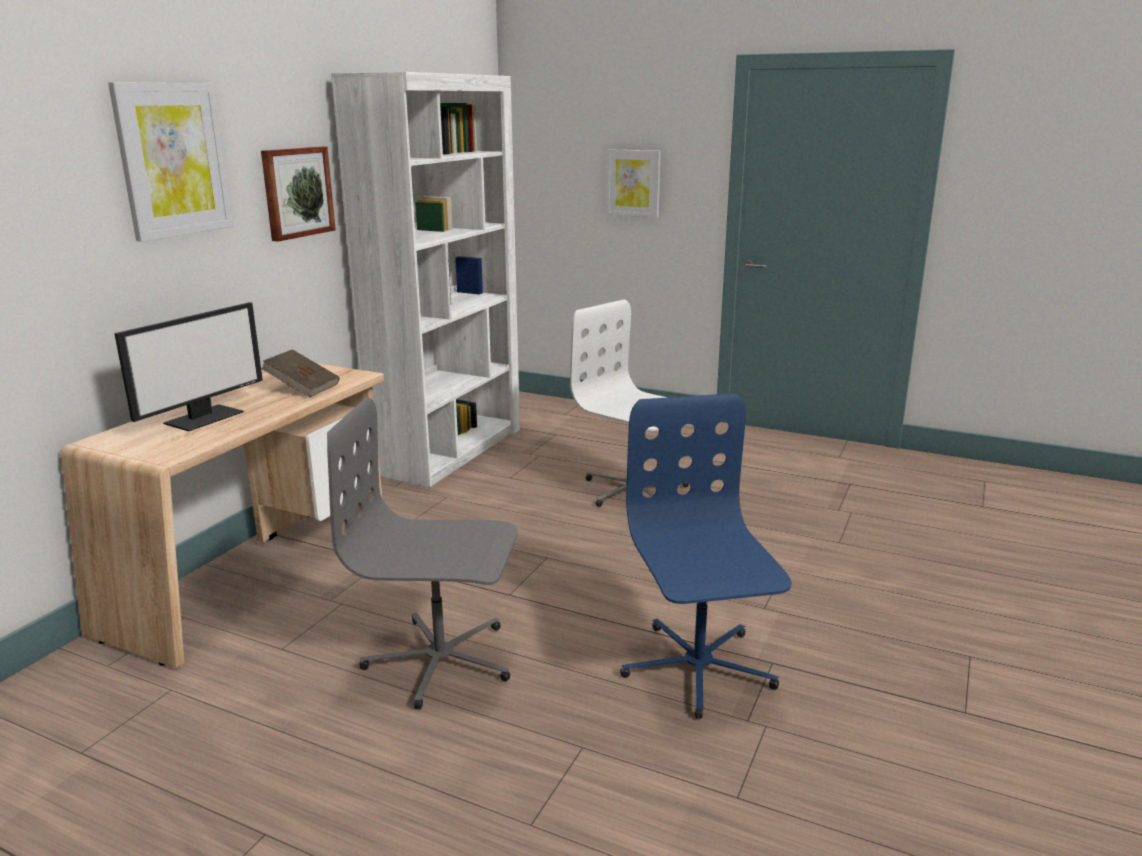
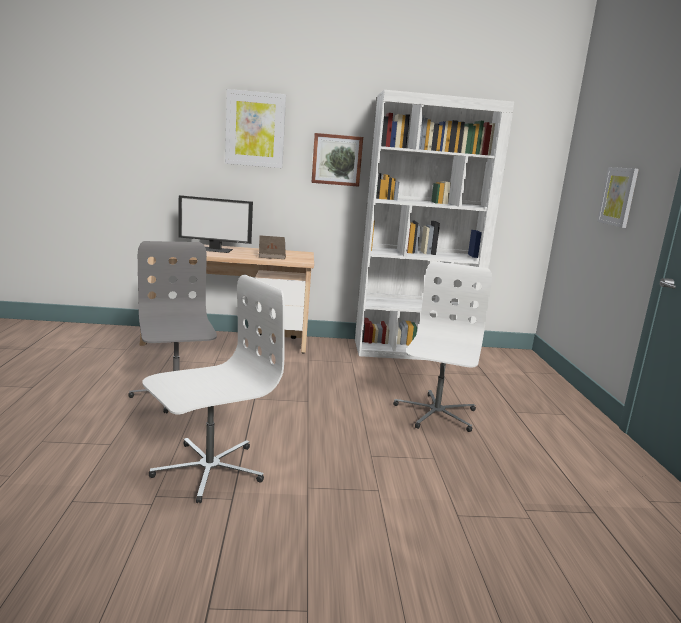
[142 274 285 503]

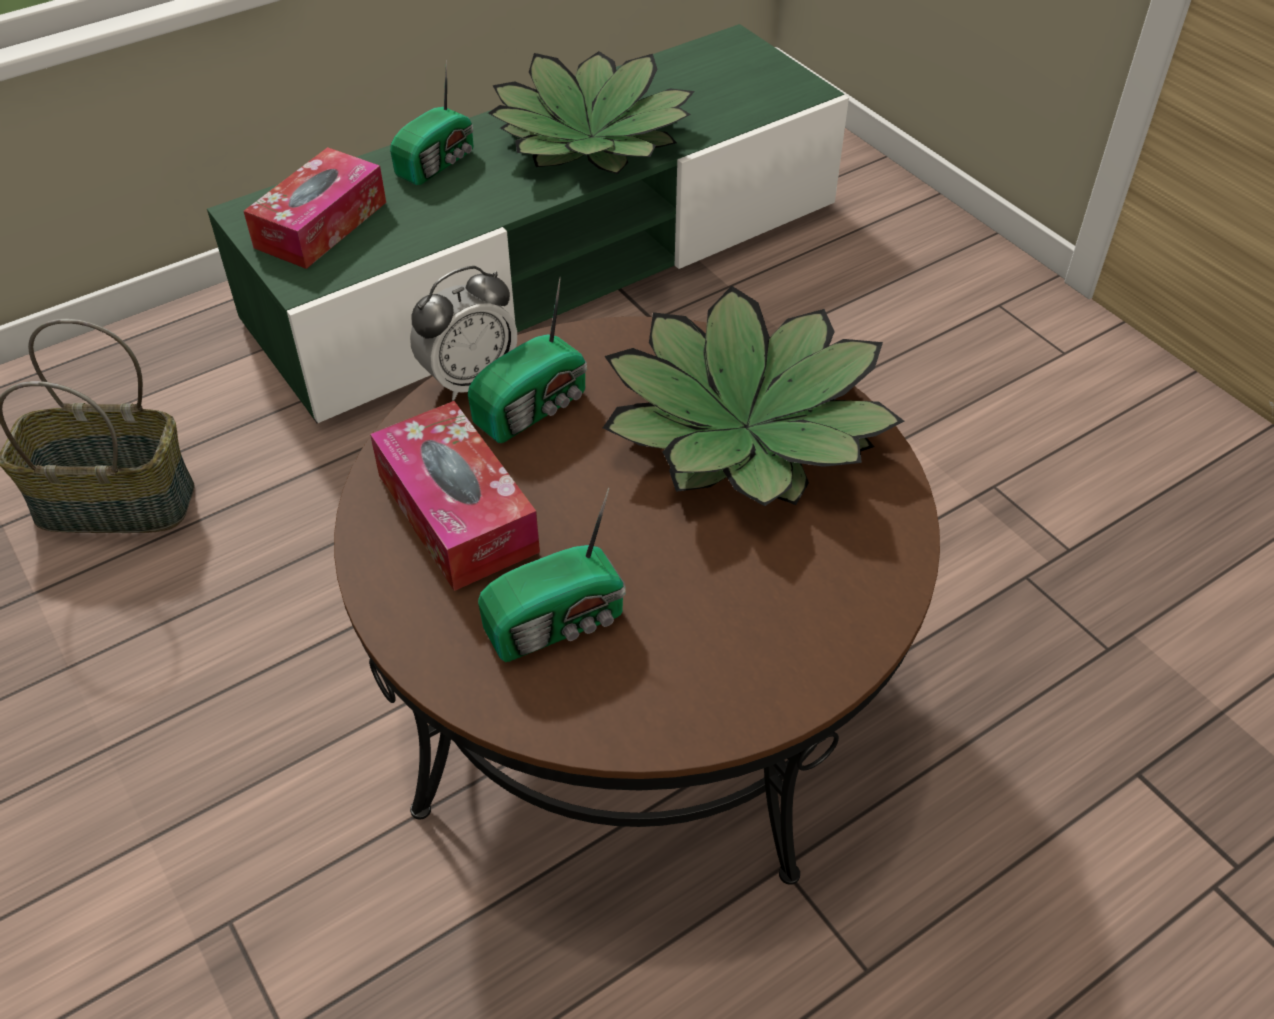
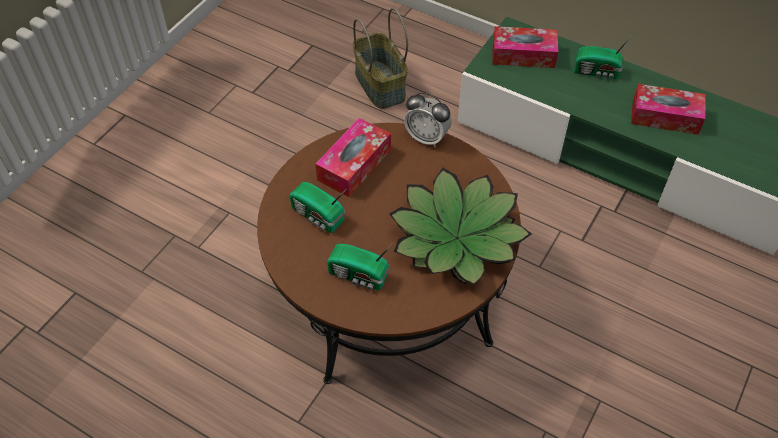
[327 243 393 290]
[631 84 706 135]

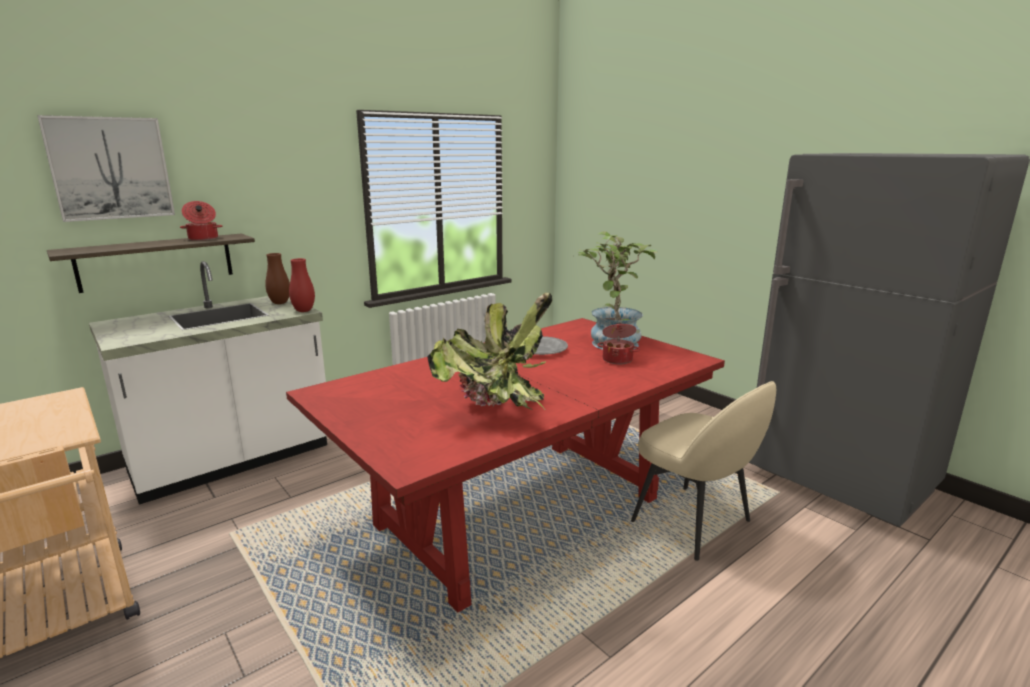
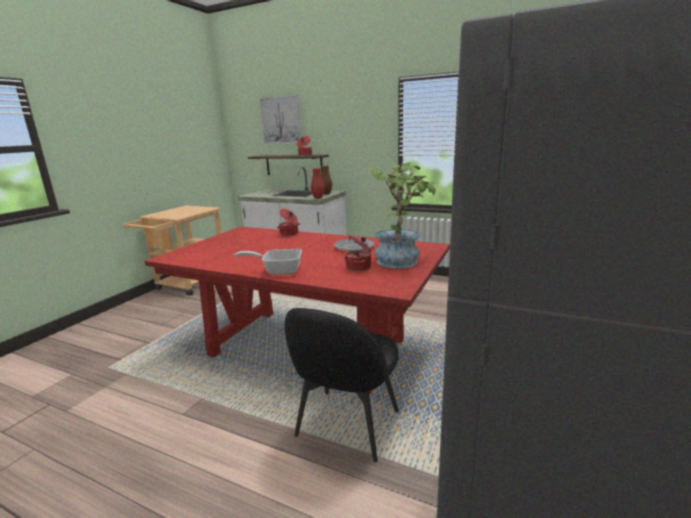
[234 249 302 275]
[277 209 300 236]
[284 308 399 462]
[427 293 552 410] (first image)

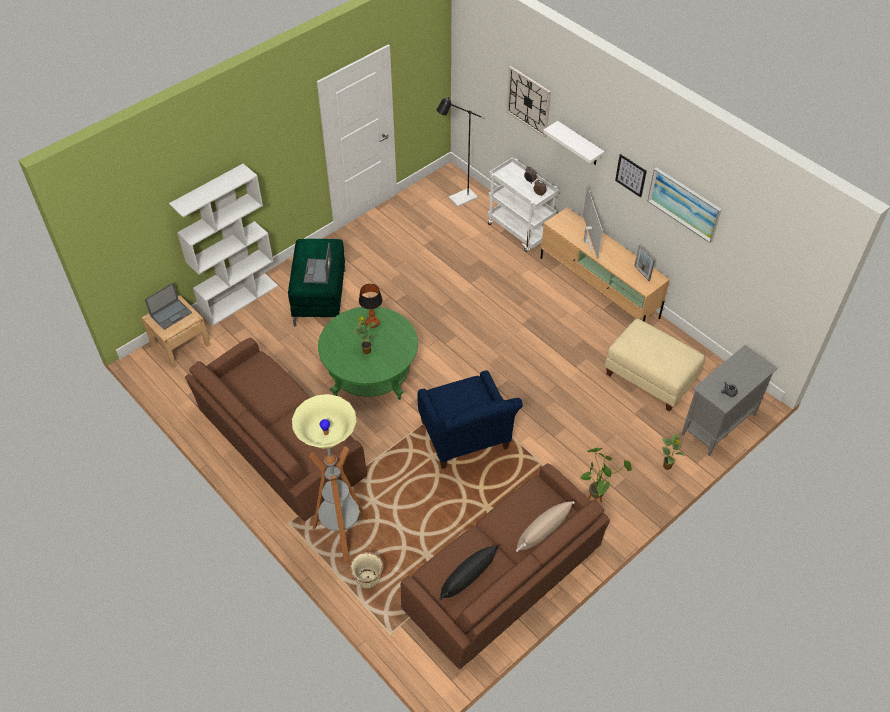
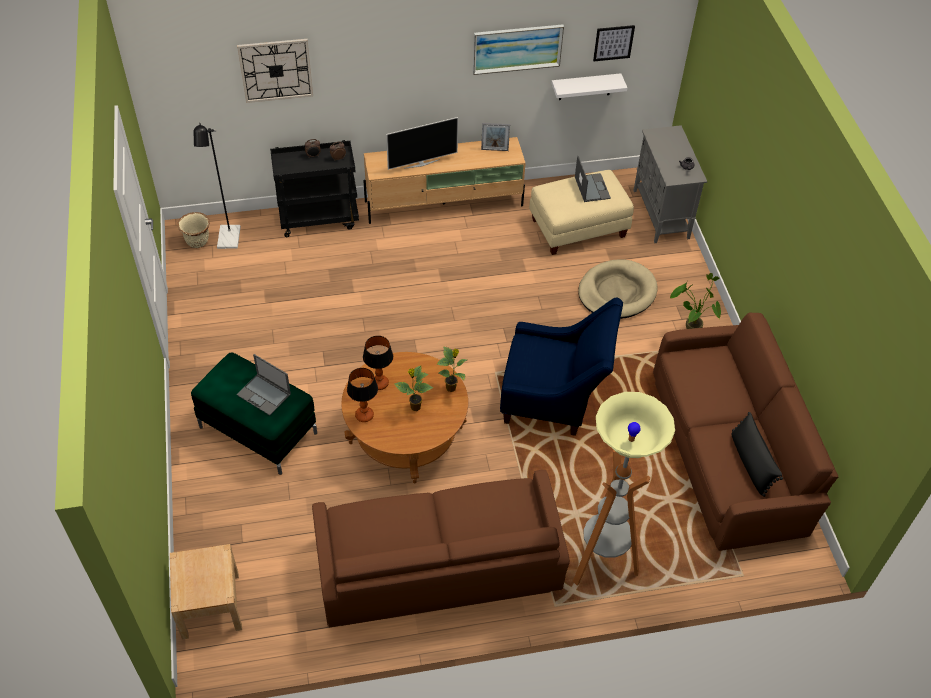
[177 212 210 248]
[270 140 359 237]
[341 352 468 484]
[347 368 378 422]
[386 117 458 170]
[437 346 467 392]
[551 73 627 100]
[575 156 611 202]
[578 259 658 319]
[593 25 635 61]
[169 164 278 326] (first image)
[516 501 575 552] (first image)

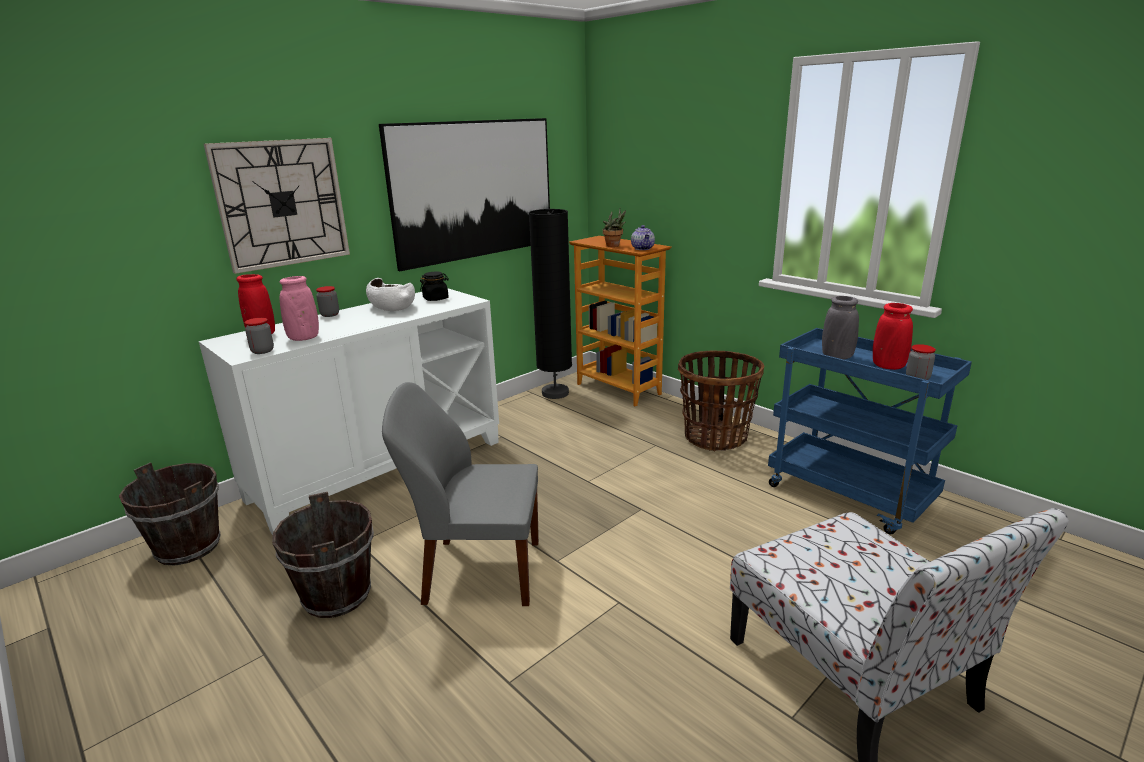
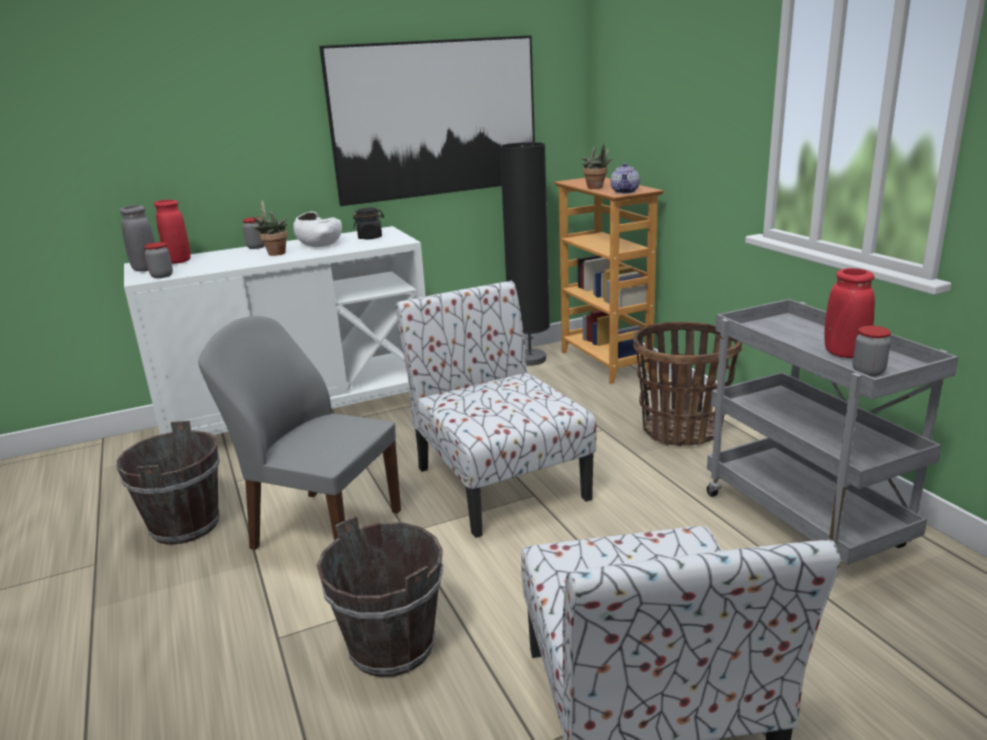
[119 205 155 271]
[252 200 288 256]
[317 516 444 677]
[395 281 597 538]
[707 299 958 565]
[204 138 350 274] (first image)
[280 276 319 341] (first image)

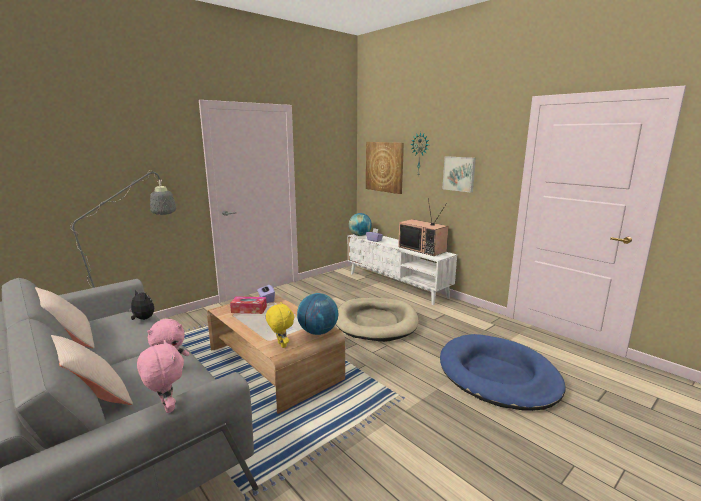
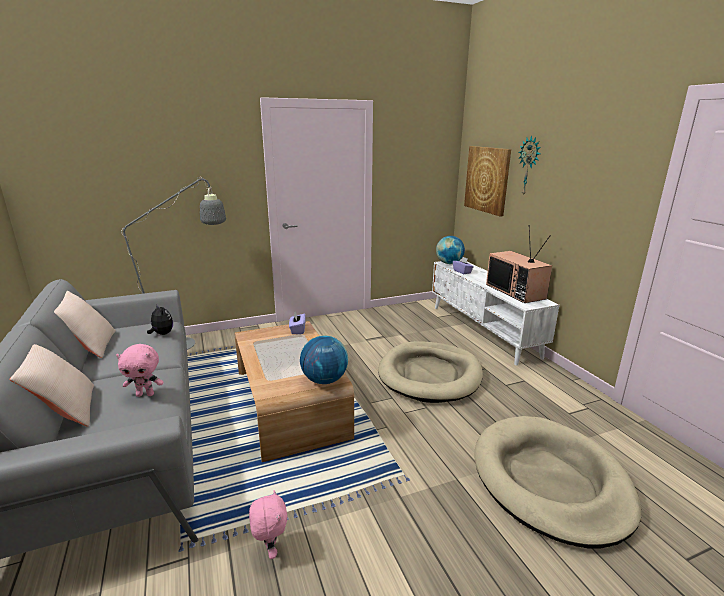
[249 490 288 559]
[474 416 641 548]
[230 296 267 314] (first image)
[266 303 294 348] (first image)
[442 156 476 193] (first image)

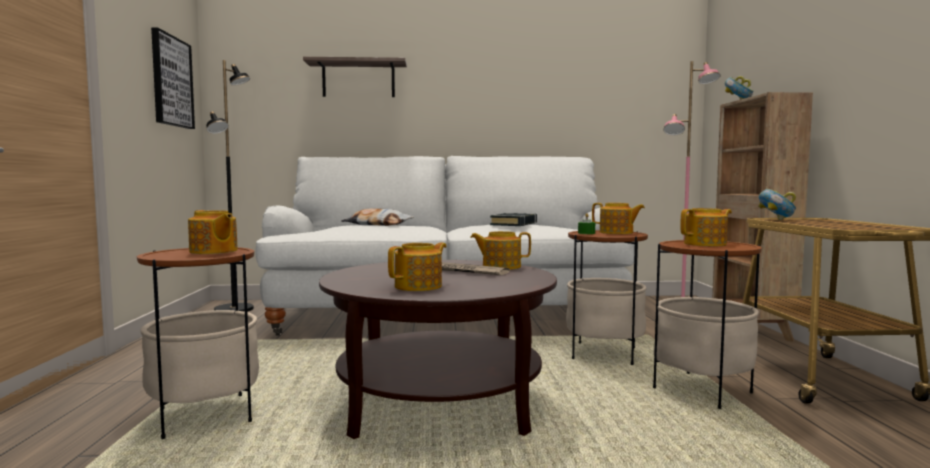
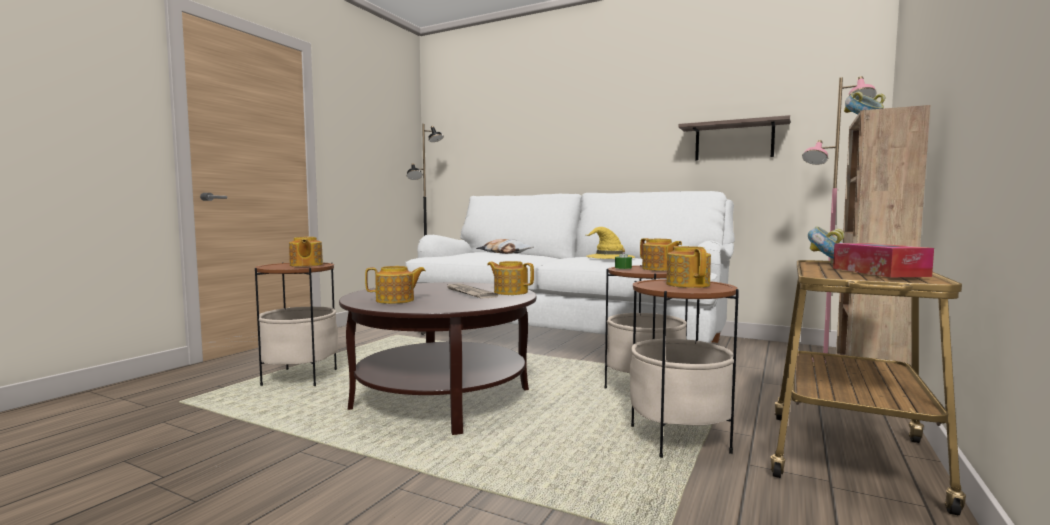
[584 227 635 259]
[666 246 711 288]
[679 115 790 160]
[833 243 934 277]
[151 27 195 129] (first image)

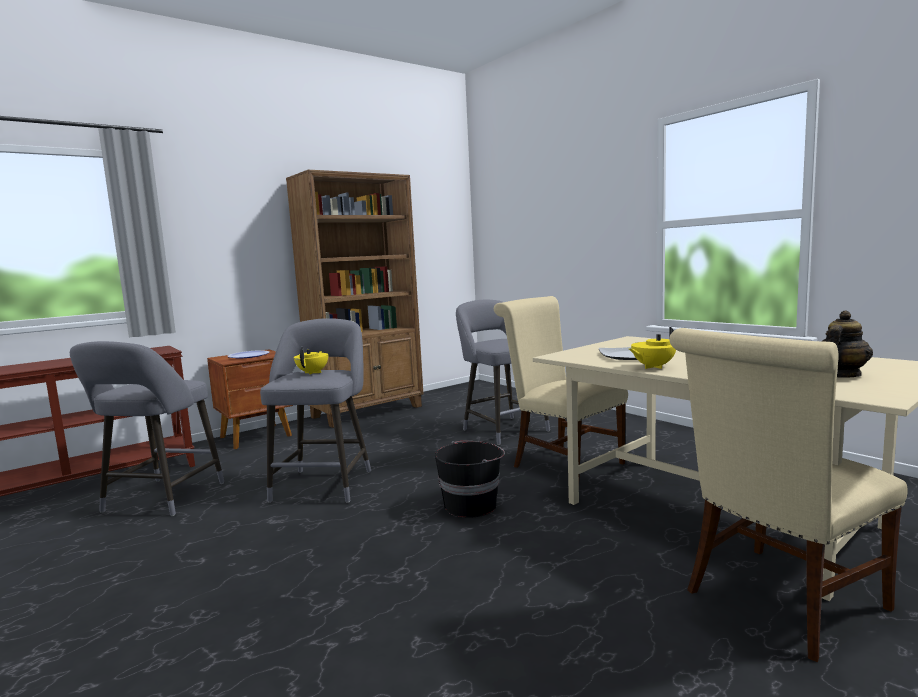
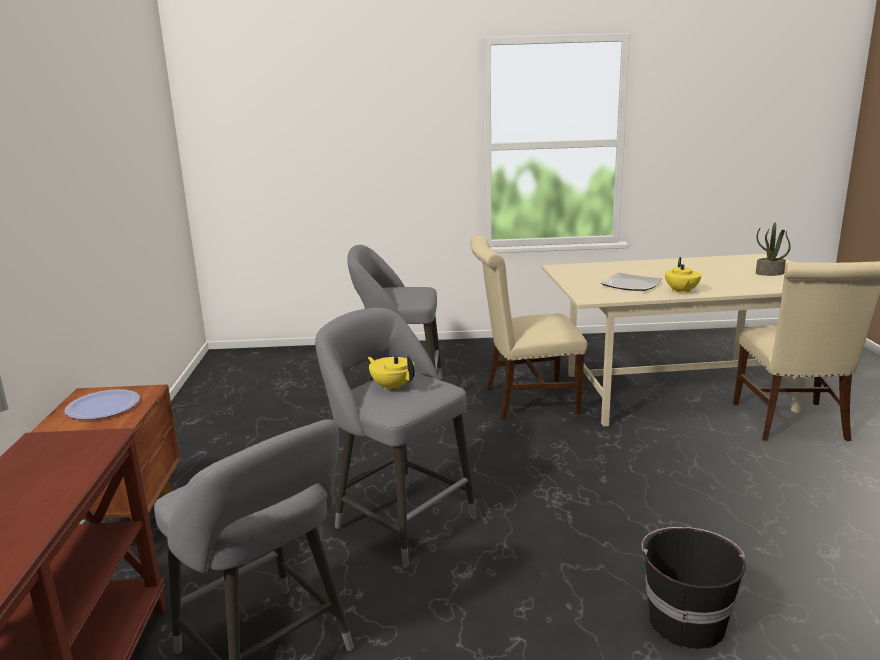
[641 527 746 650]
[756 223 791 276]
[286 170 423 428] (first image)

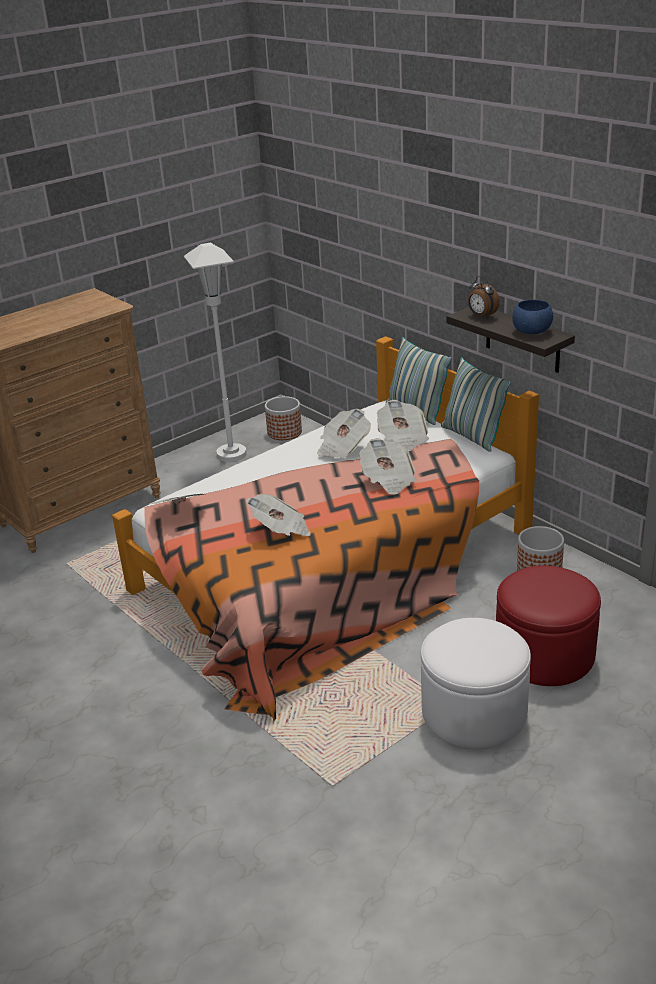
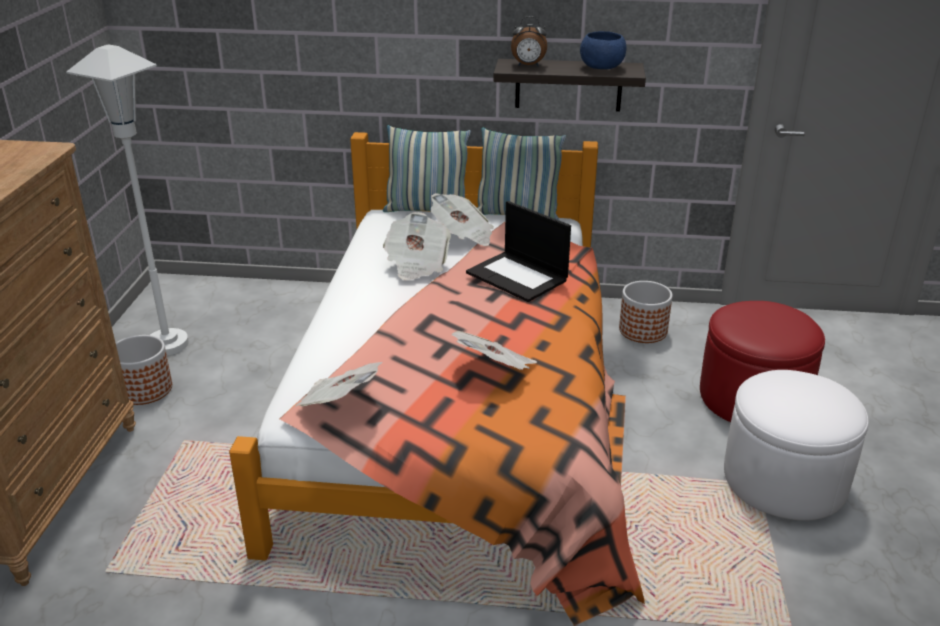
[116 335 172 405]
[466 201 571 302]

